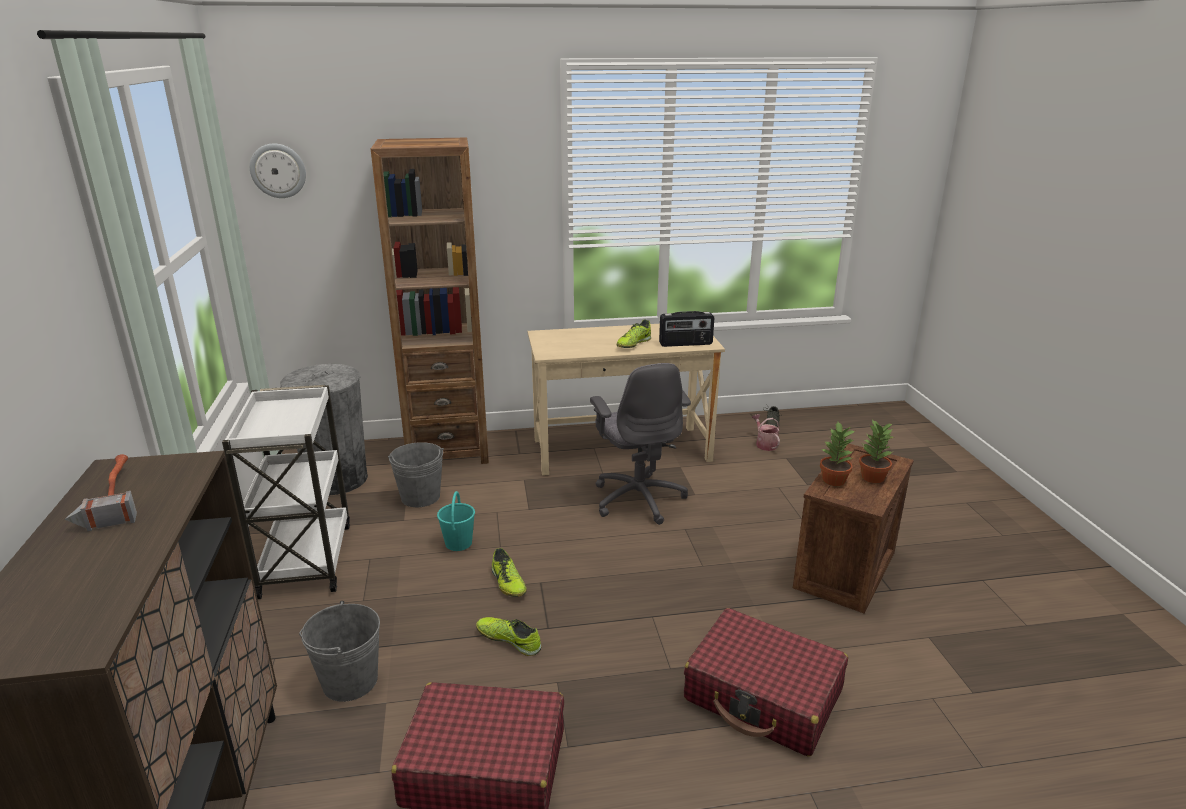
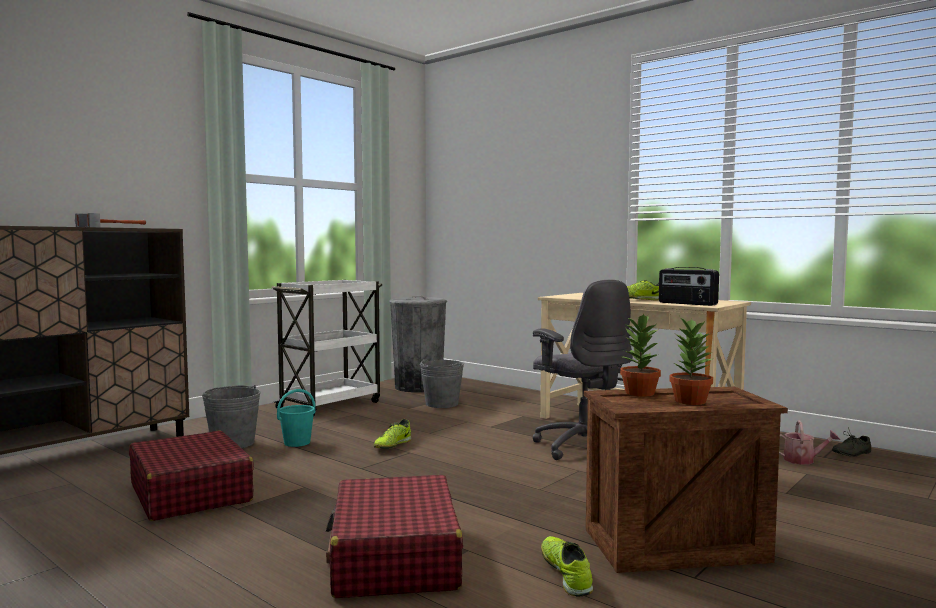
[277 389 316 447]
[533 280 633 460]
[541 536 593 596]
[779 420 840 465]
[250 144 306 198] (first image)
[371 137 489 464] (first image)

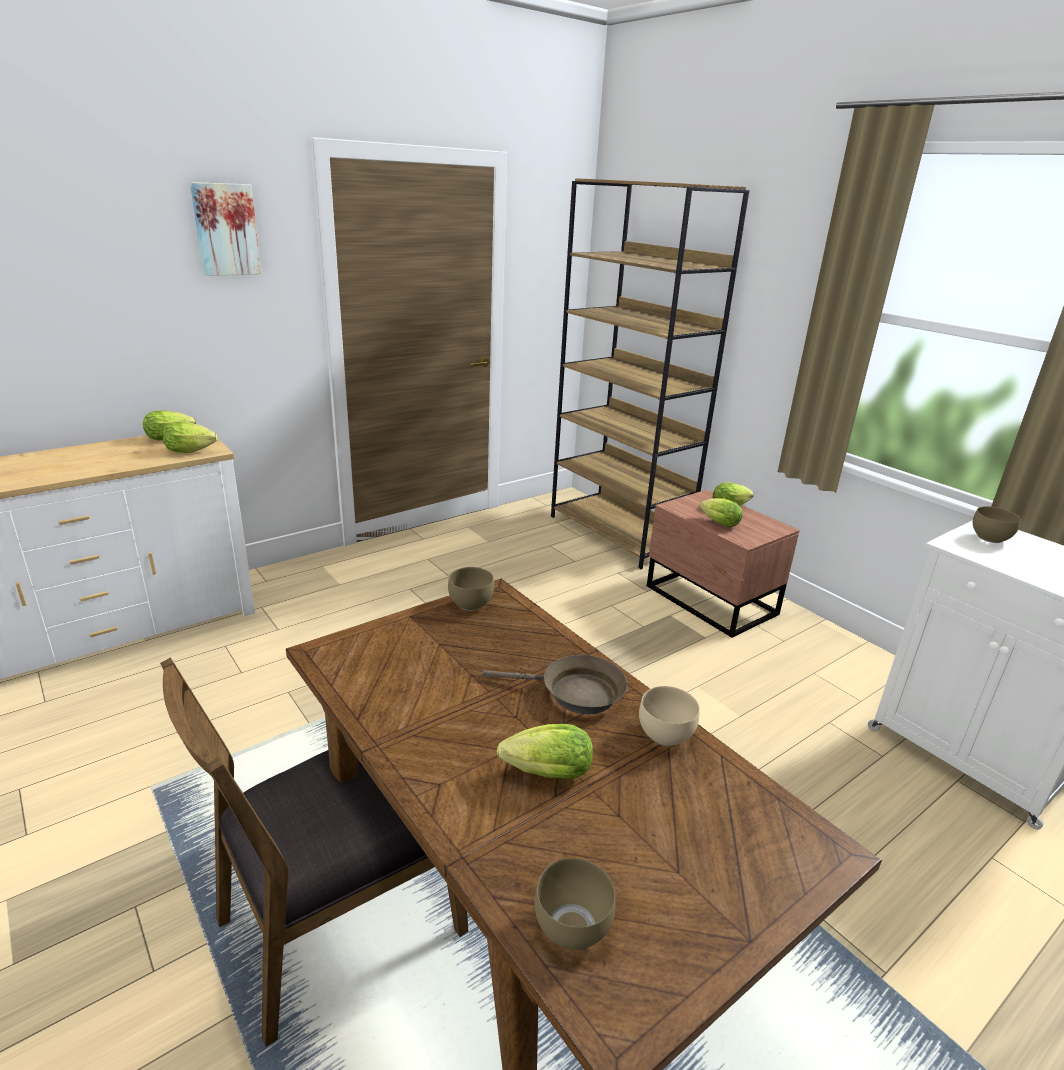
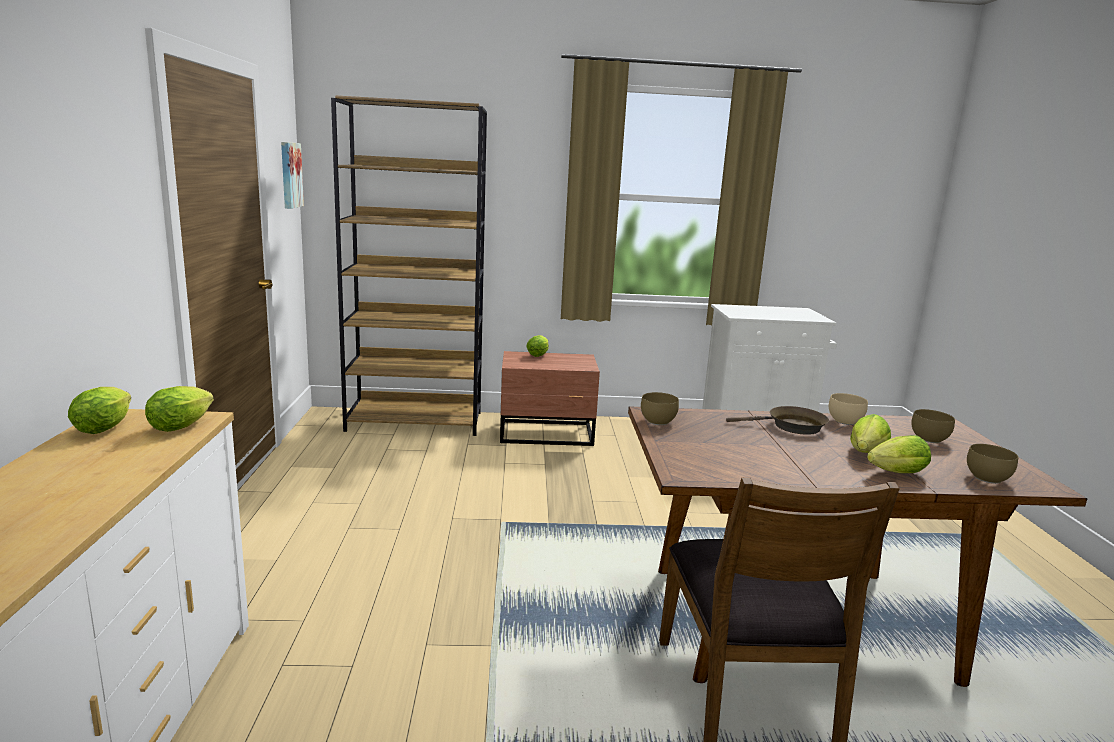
[281 142 304 209]
[726 406 829 435]
[867 435 931 473]
[911 409 955 443]

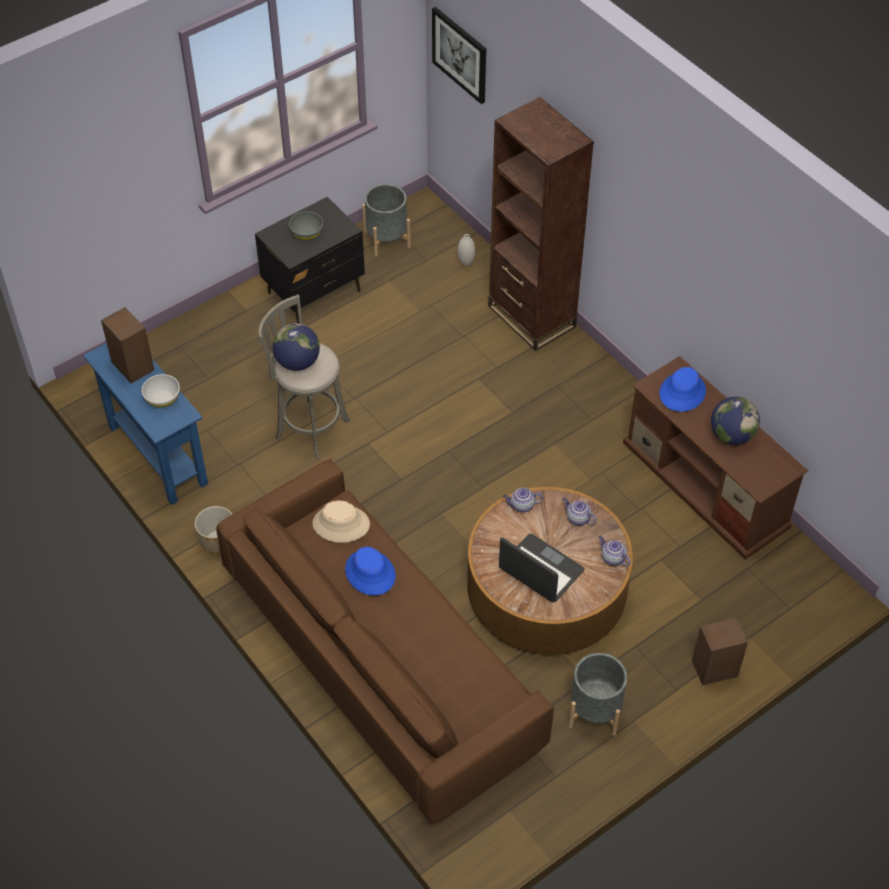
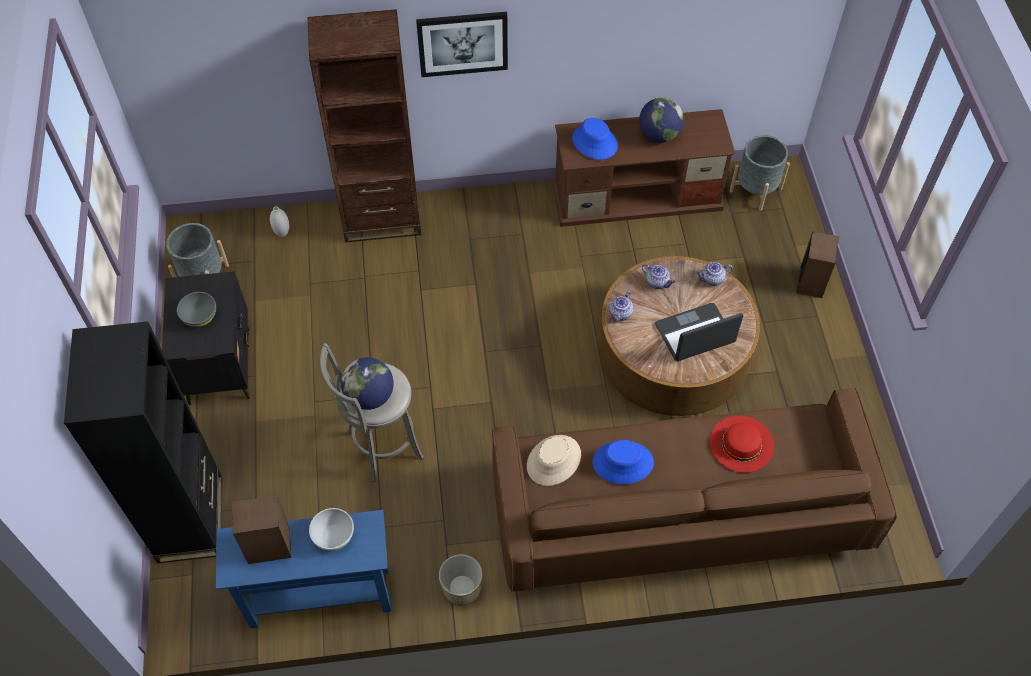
[64 322 222 563]
[416 12 508 77]
[642 263 675 289]
[710 416 774 473]
[730 135 790 211]

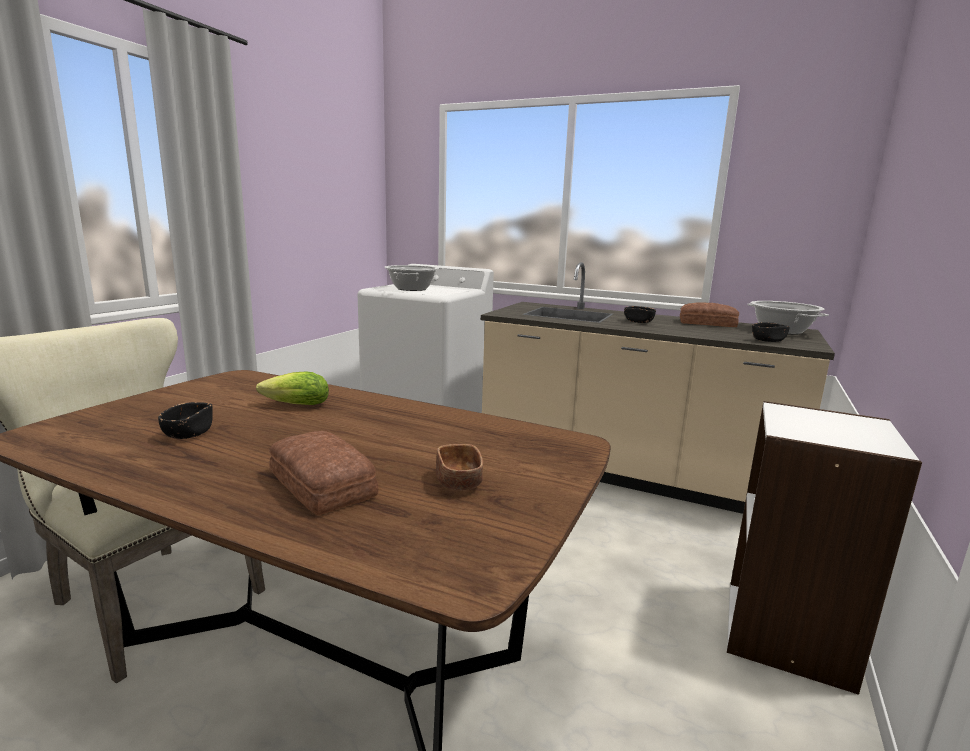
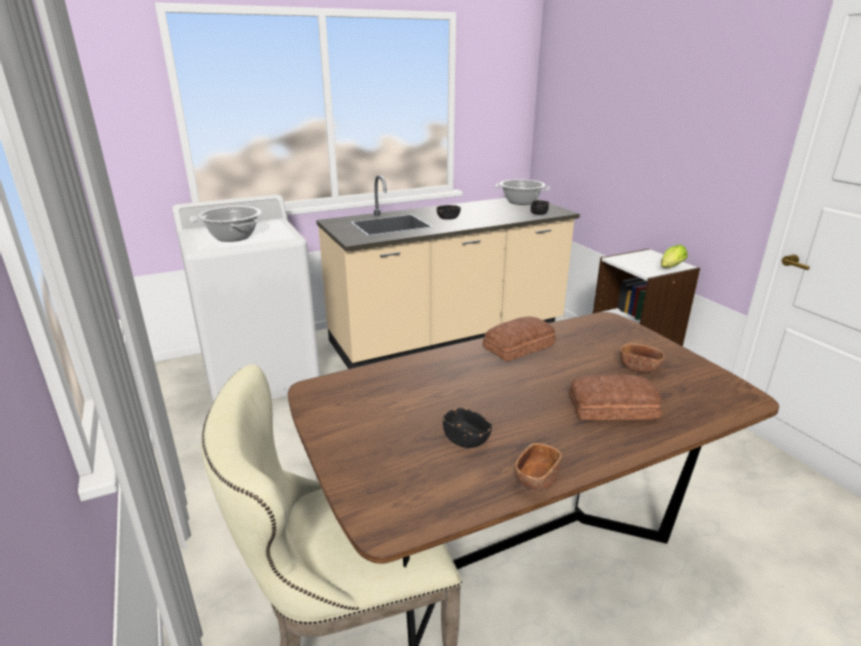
[483 317 556 362]
[514 443 562 491]
[661 245 687 268]

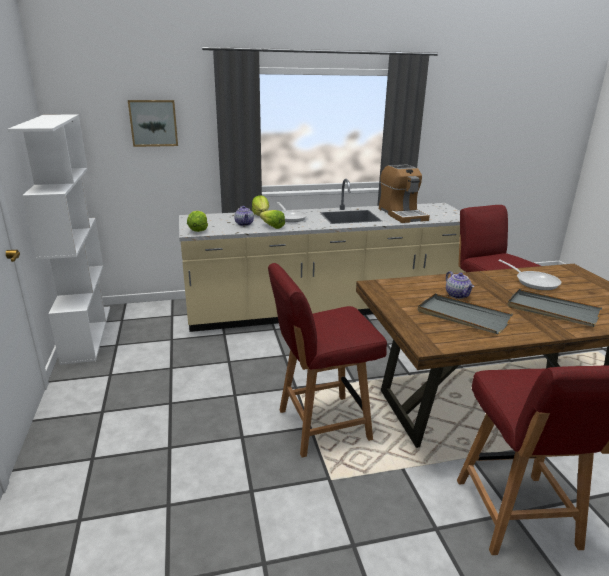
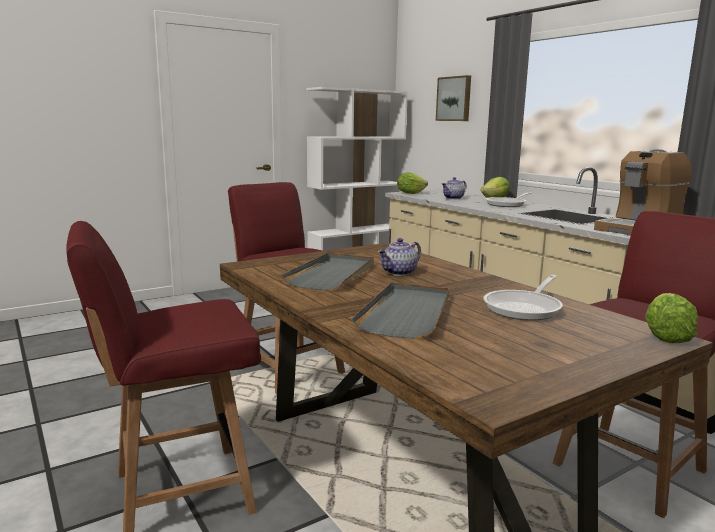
[645 293 698 343]

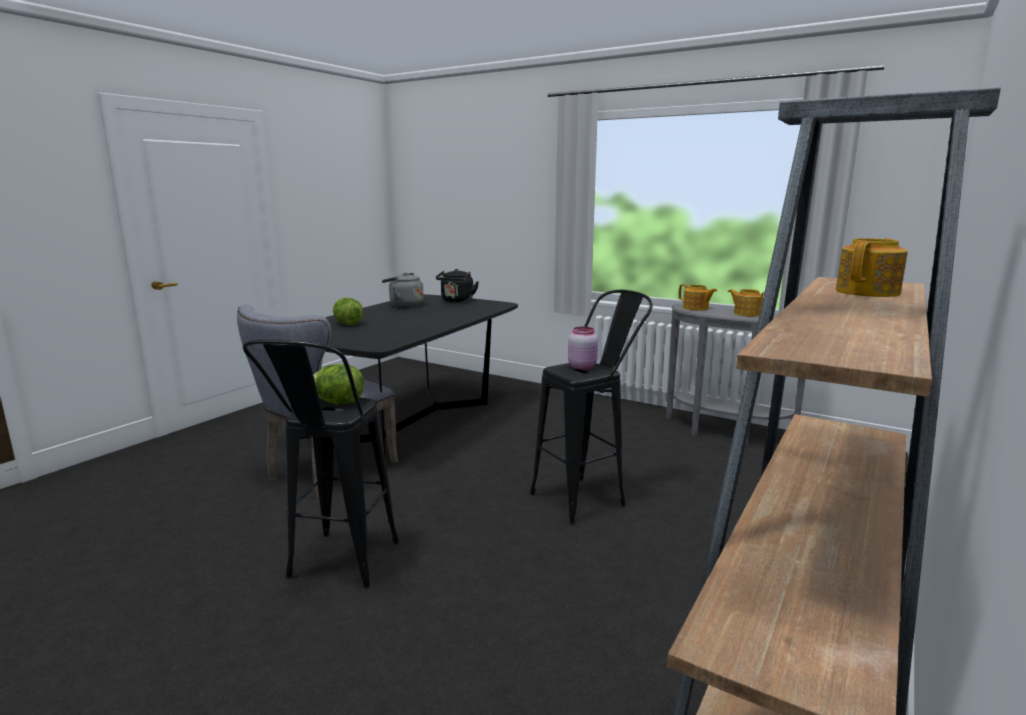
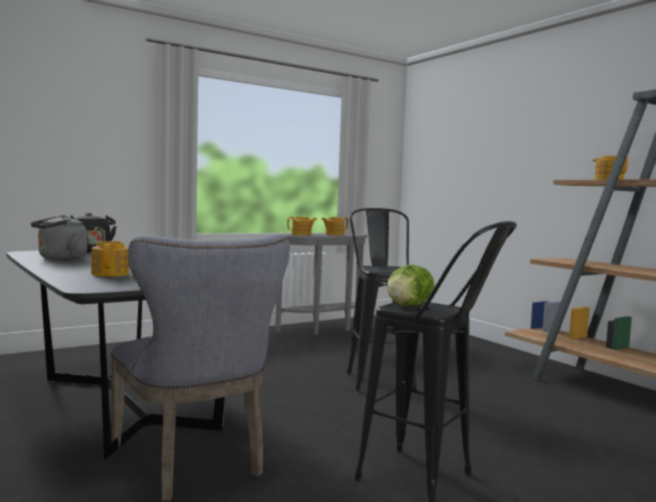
[91 241 129 277]
[568 326 598 370] (first image)

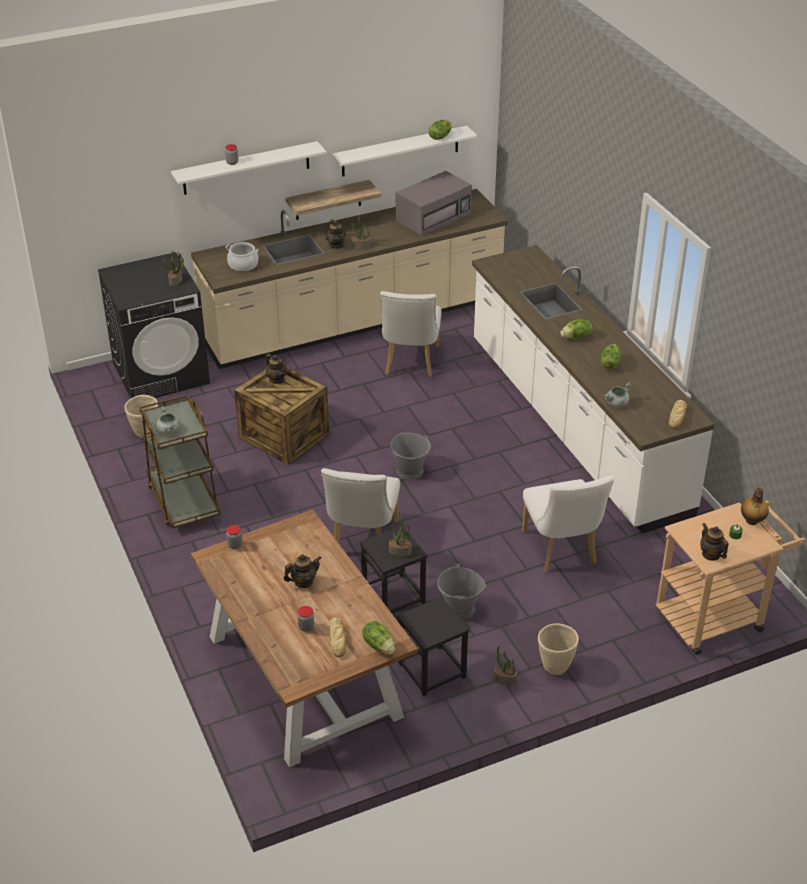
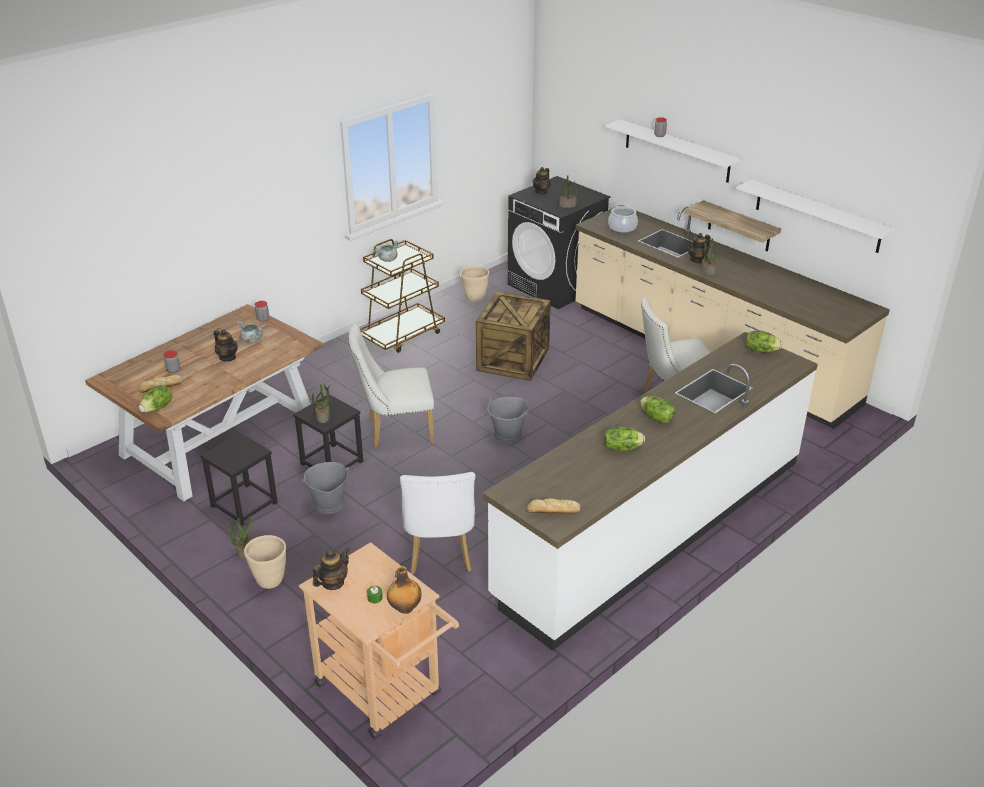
[238 321 263 344]
[400 472 475 574]
[532 167 551 195]
[746 331 782 352]
[396 171 472 236] (first image)

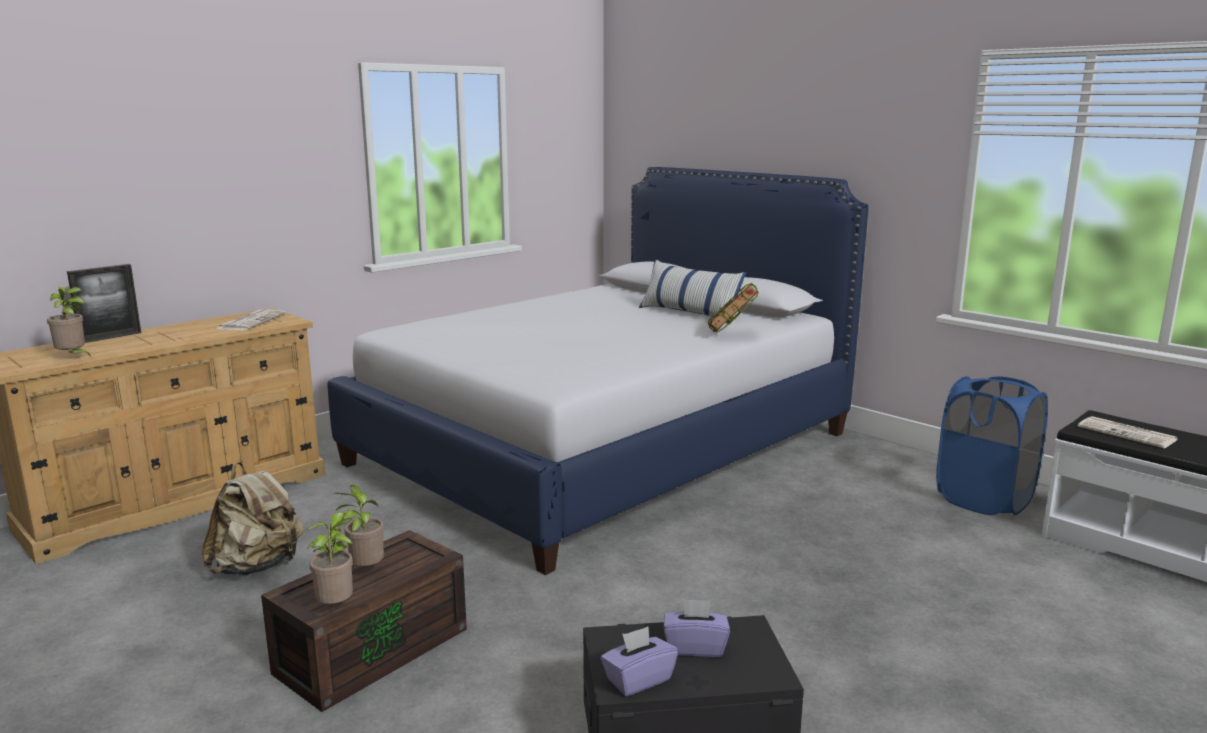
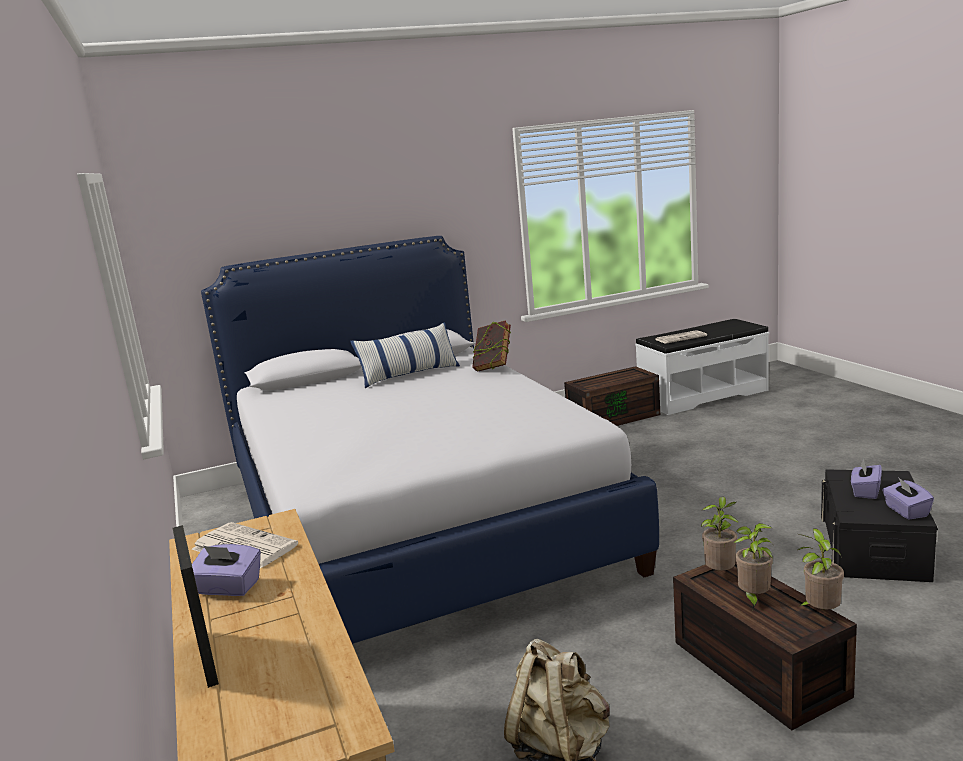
[192 544 261 596]
[564 366 660 426]
[701 496 739 570]

